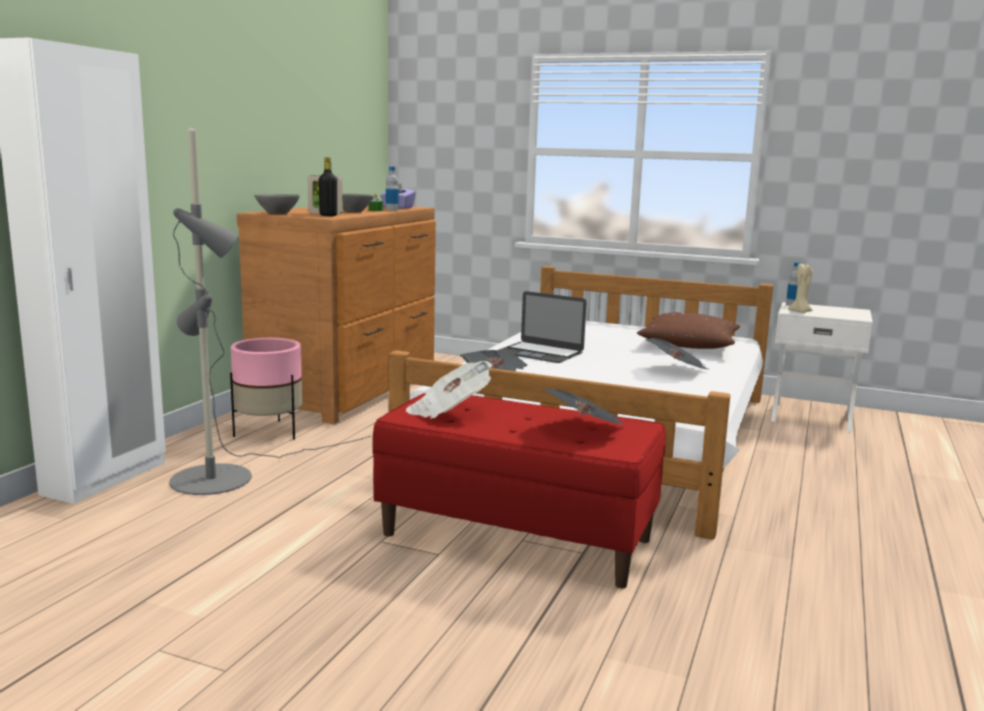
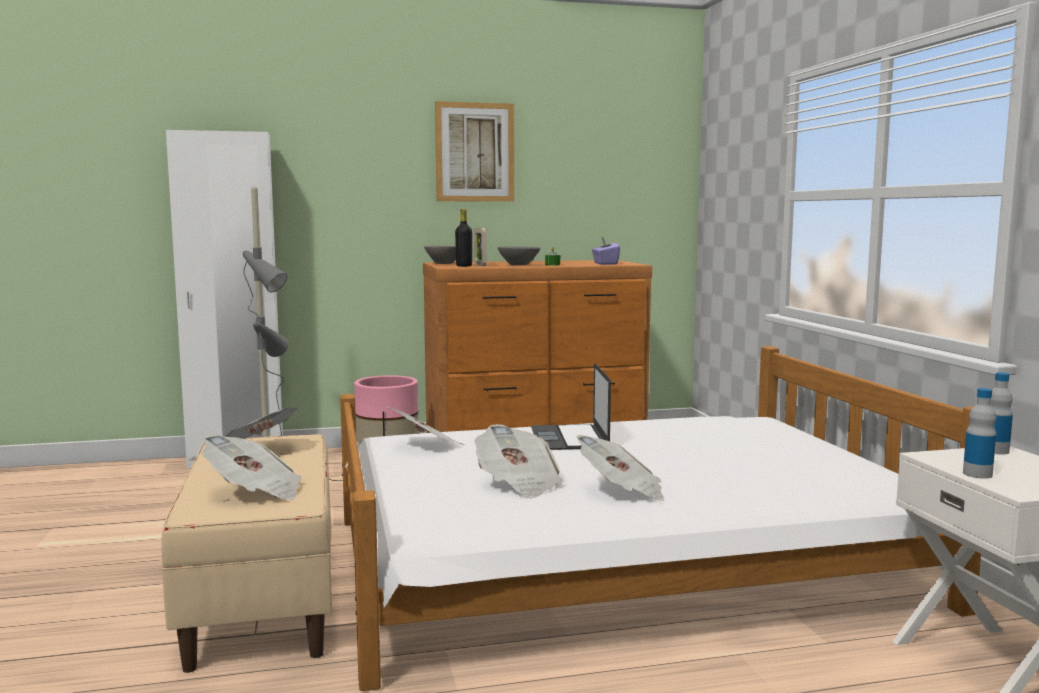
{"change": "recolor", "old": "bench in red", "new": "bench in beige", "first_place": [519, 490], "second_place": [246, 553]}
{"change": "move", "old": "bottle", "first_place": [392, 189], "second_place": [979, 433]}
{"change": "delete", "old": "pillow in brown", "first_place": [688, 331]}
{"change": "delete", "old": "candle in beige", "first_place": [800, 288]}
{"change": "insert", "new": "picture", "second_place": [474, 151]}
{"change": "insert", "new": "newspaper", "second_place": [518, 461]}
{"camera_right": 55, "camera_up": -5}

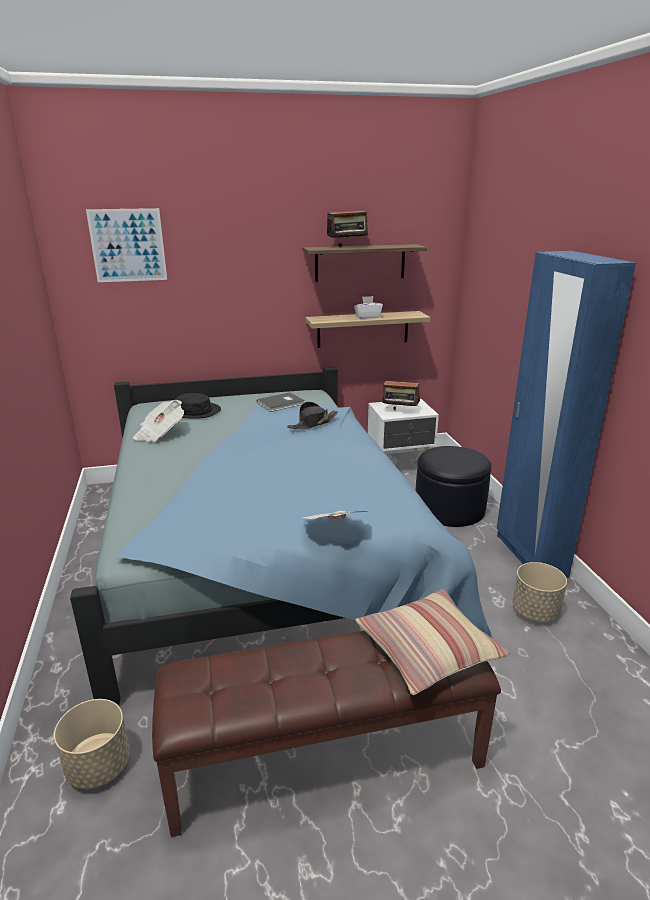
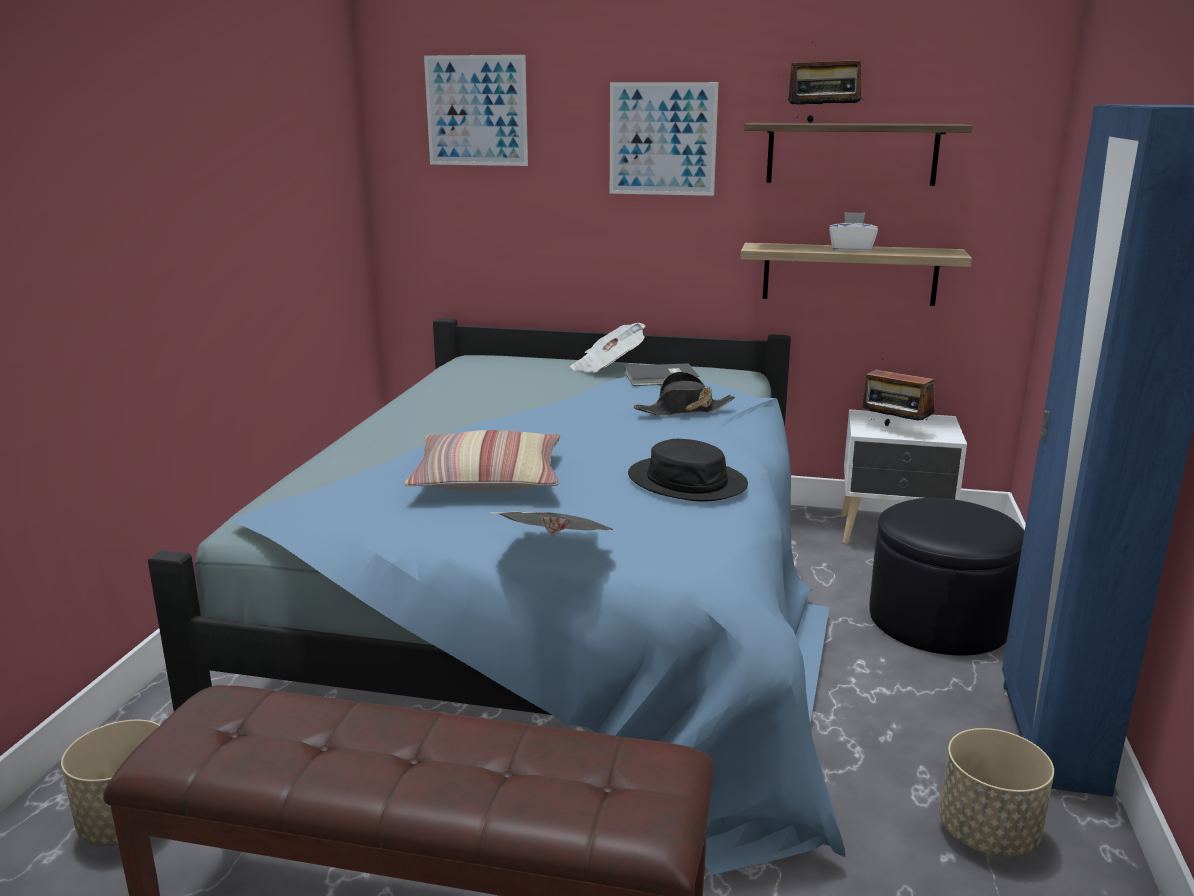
{"change": "move", "old": "newspaper", "first_place": [158, 421], "second_place": [608, 348]}
{"change": "move", "old": "hat in black", "first_place": [198, 406], "second_place": [688, 470]}
{"change": "move", "old": "pillow", "first_place": [433, 642], "second_place": [482, 461]}
{"change": "insert", "new": "picture", "second_place": [664, 139]}
{"camera_right": 25, "camera_up": -5}

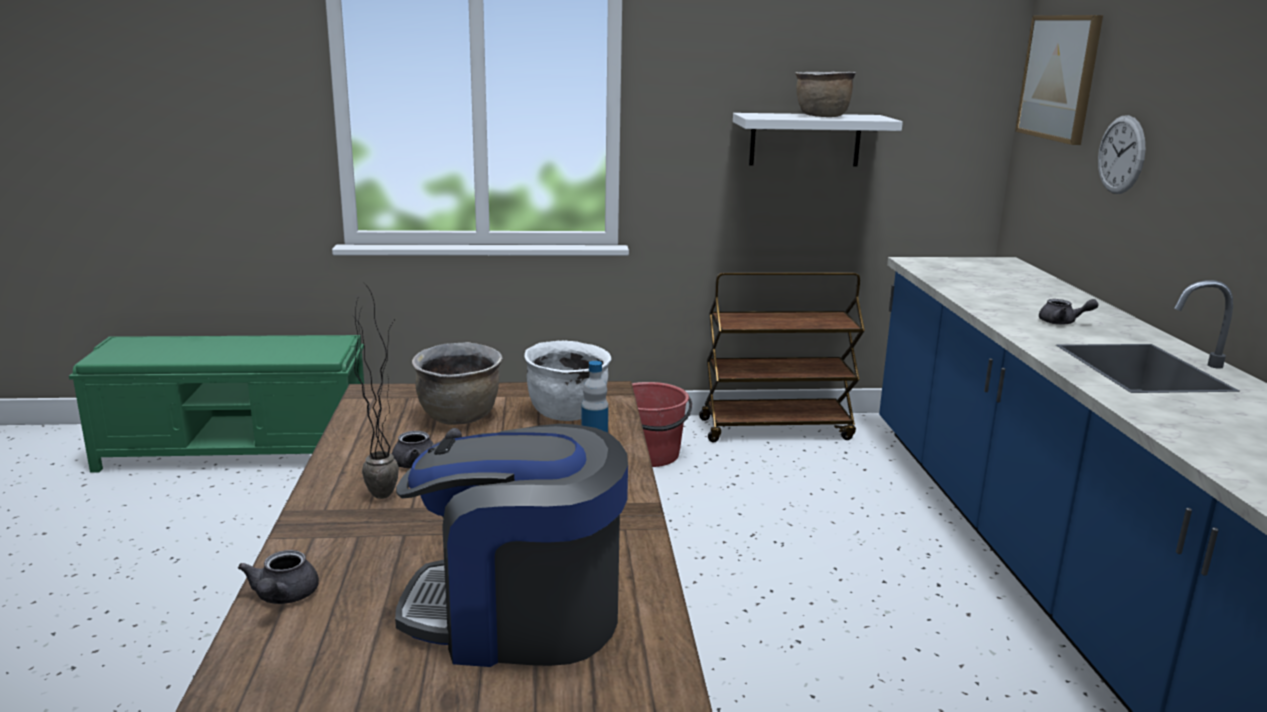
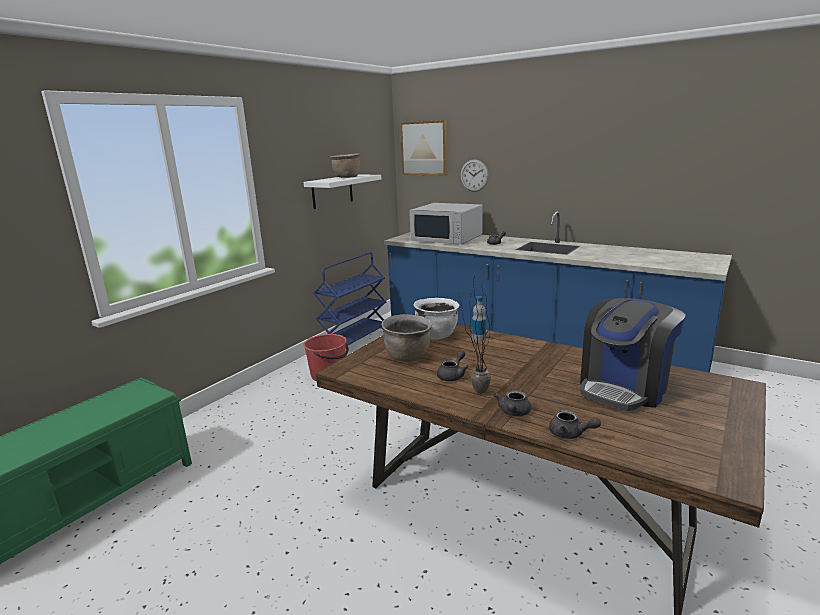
{"change": "recolor", "old": "cart in brown", "new": "cart in blue", "first_place": [782, 357], "second_place": [350, 298]}
{"change": "insert", "new": "microwave in white", "second_place": [446, 224]}
{"change": "insert", "new": "teapot in grey", "second_place": [512, 403]}
{"camera_right": -50, "camera_up": 0}

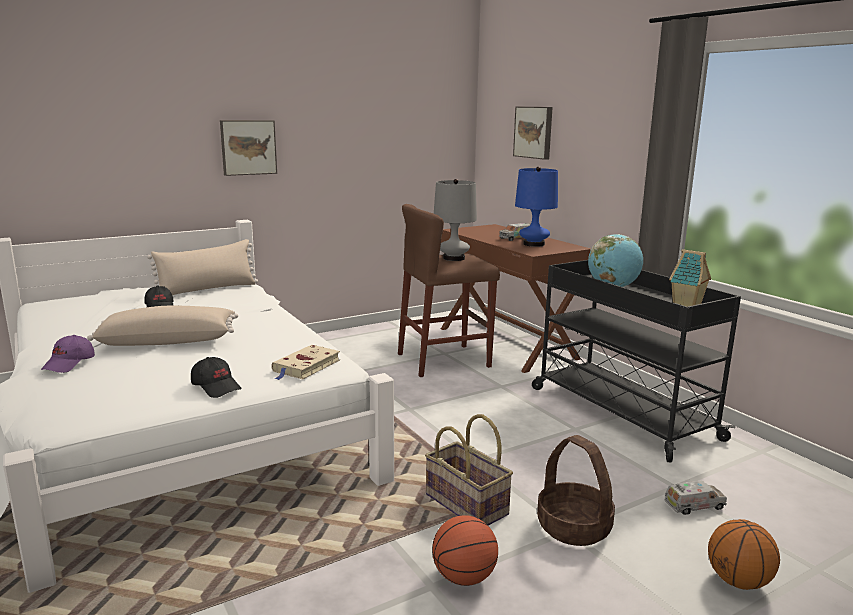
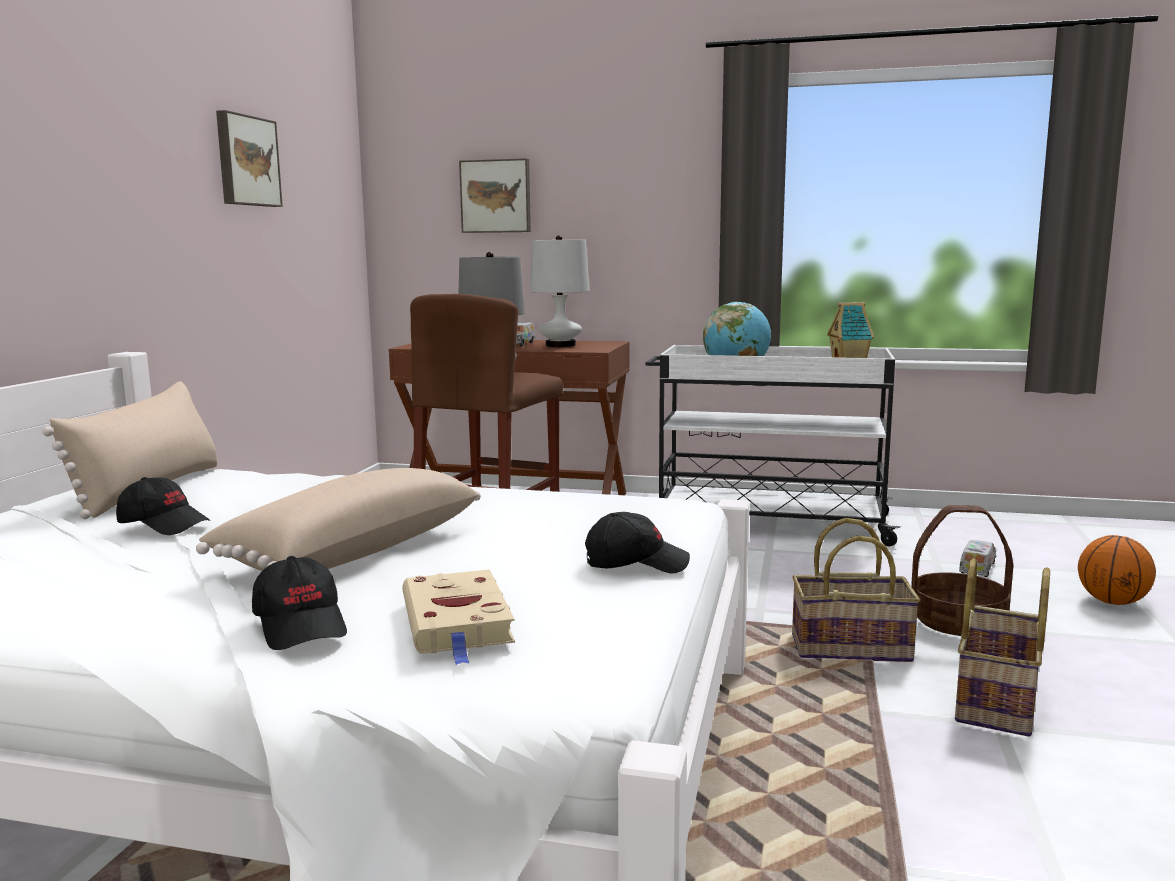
{"change": "recolor", "old": "cap in purple", "new": "cap in black", "first_place": [68, 354], "second_place": [299, 603]}
{"change": "move", "old": "picture", "first_place": [248, 148], "second_place": [249, 158]}
{"change": "move", "old": "book in beige", "first_place": [305, 362], "second_place": [458, 617]}
{"change": "replace", "old": "basketball", "new": "basket", "first_place": [465, 550], "second_place": [1002, 647]}
{"change": "recolor", "old": "table lamp in blue", "new": "table lamp in white", "first_place": [536, 207], "second_place": [559, 291]}
{"change": "recolor", "old": "cart in black", "new": "cart in white", "first_place": [636, 361], "second_place": [773, 445]}
{"camera_right": -45, "camera_up": -5}

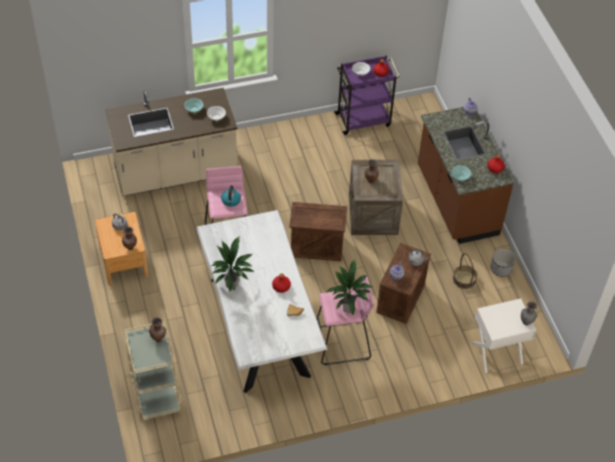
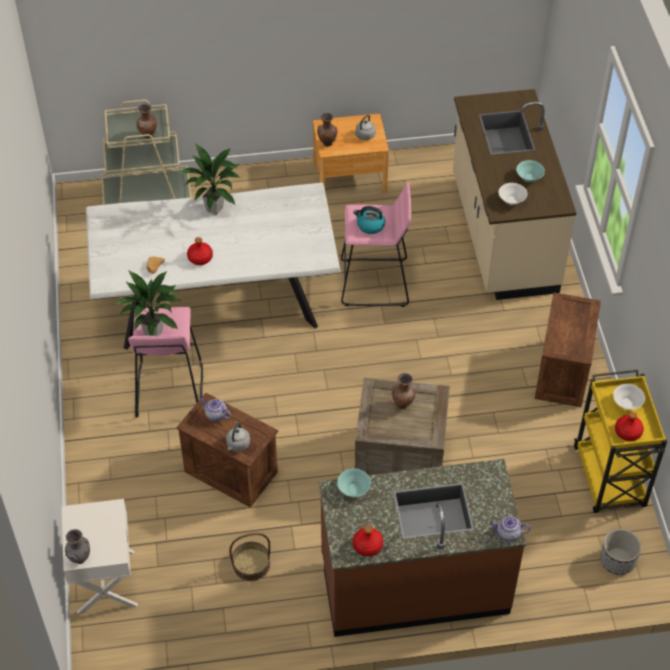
{"change": "move", "old": "crate", "first_place": [318, 231], "second_place": [568, 349]}
{"change": "recolor", "old": "cart in purple", "new": "cart in yellow", "first_place": [367, 95], "second_place": [620, 441]}
{"change": "move", "old": "planter", "first_place": [503, 263], "second_place": [620, 552]}
{"camera_right": 100, "camera_up": 0}

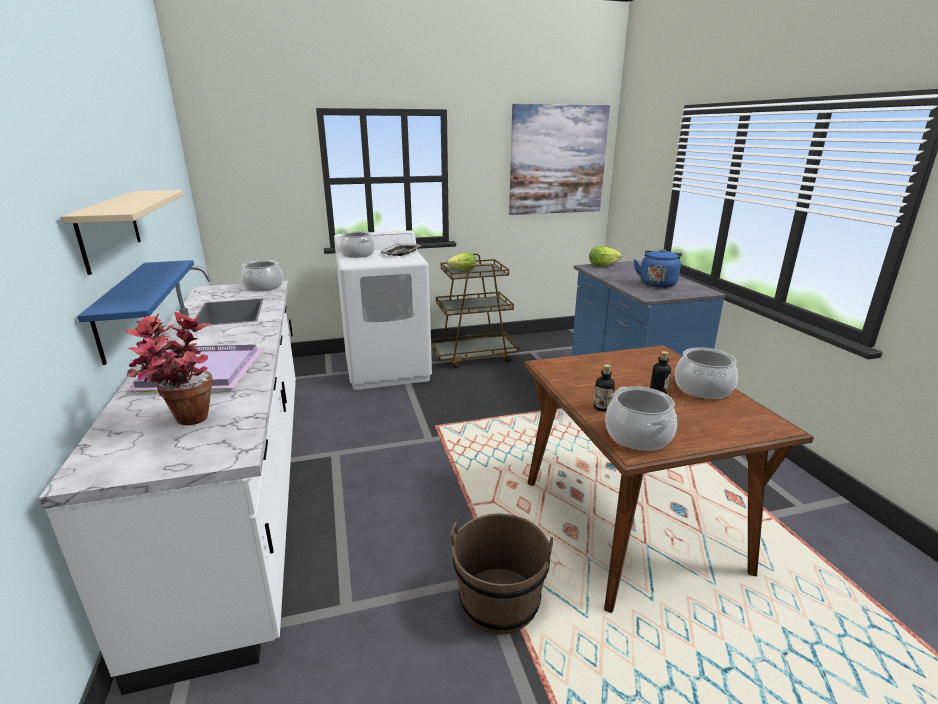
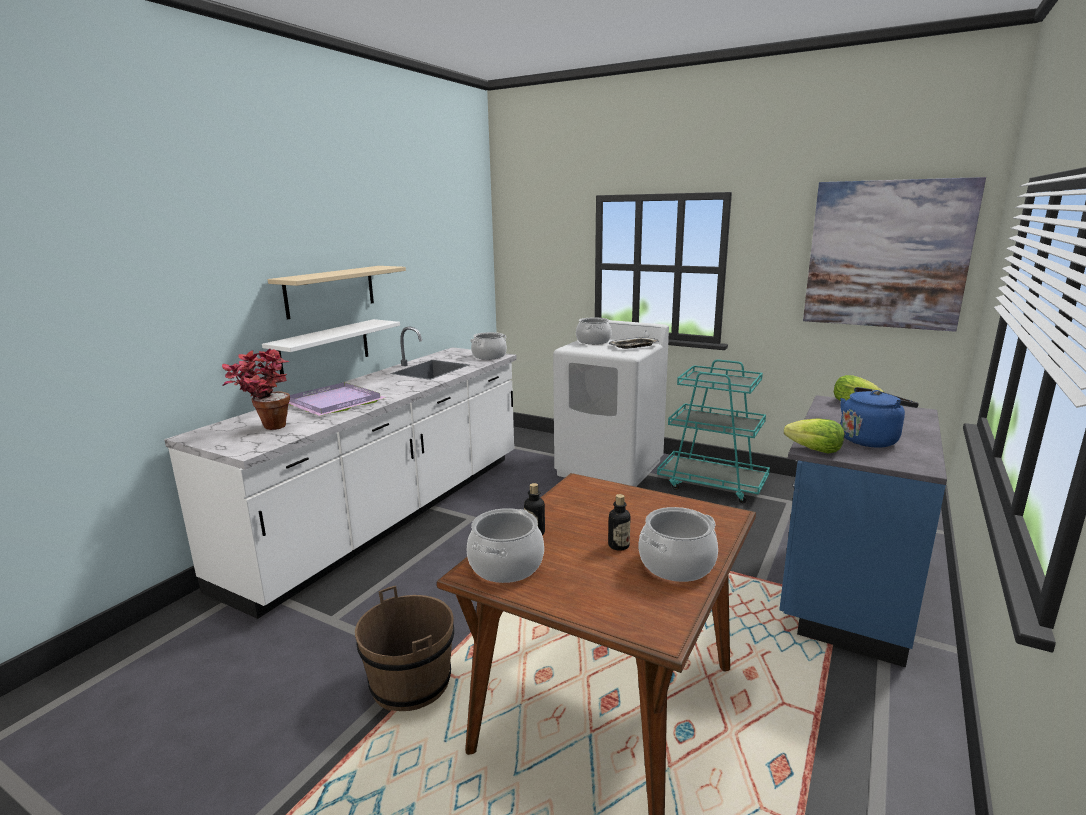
{"change": "recolor", "old": "shelf in blue", "new": "shelf in white", "first_place": [135, 312], "second_place": [331, 346]}
{"change": "recolor", "old": "cart in brown", "new": "cart in turquoise", "first_place": [475, 310], "second_place": [713, 431]}
{"change": "move", "old": "lettuce", "first_place": [461, 261], "second_place": [814, 436]}
{"camera_right": 45, "camera_up": -5}

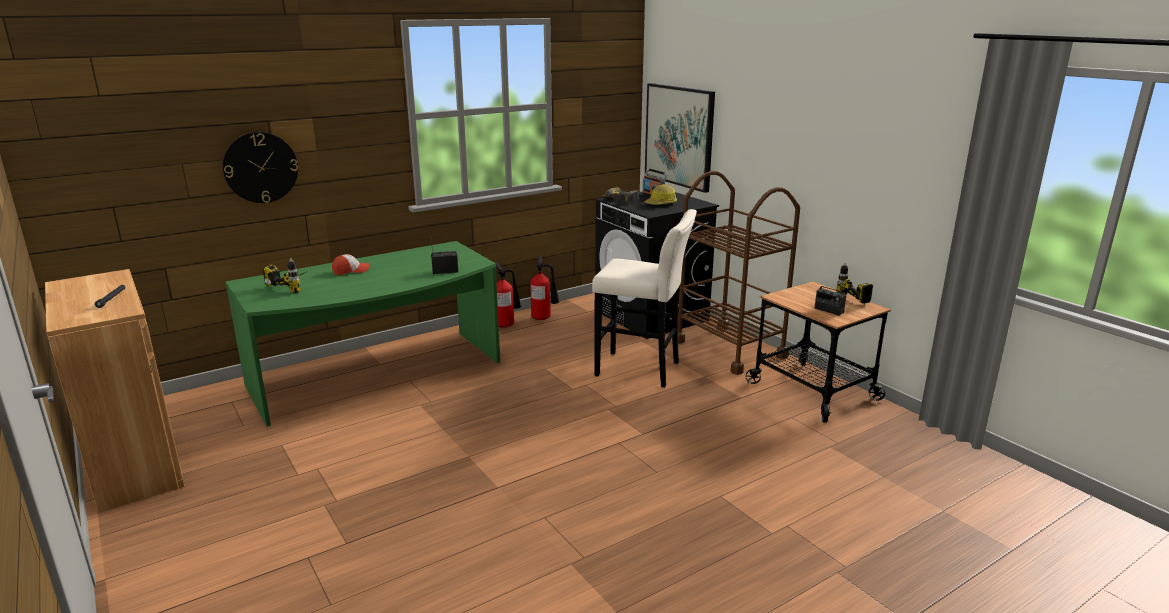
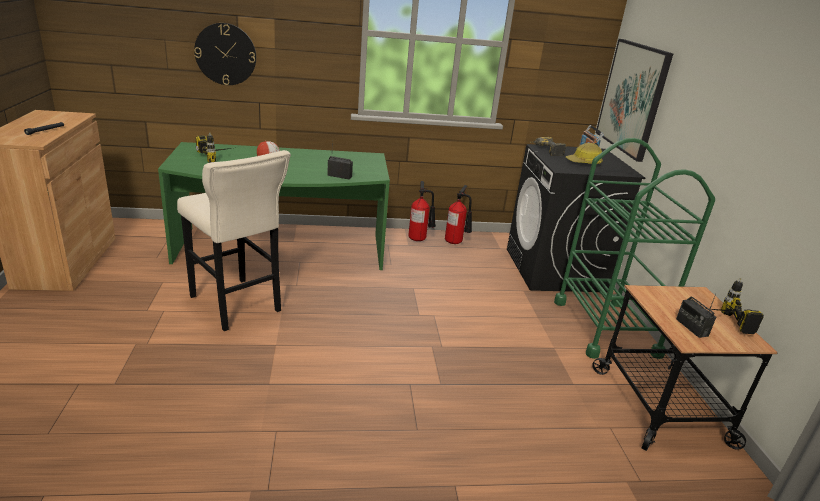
{"change": "move", "old": "stool in beige", "first_place": [644, 298], "second_place": [234, 240]}
{"change": "recolor", "old": "cart in brown", "new": "cart in green", "first_place": [739, 273], "second_place": [634, 248]}
{"camera_right": 25, "camera_up": 5}

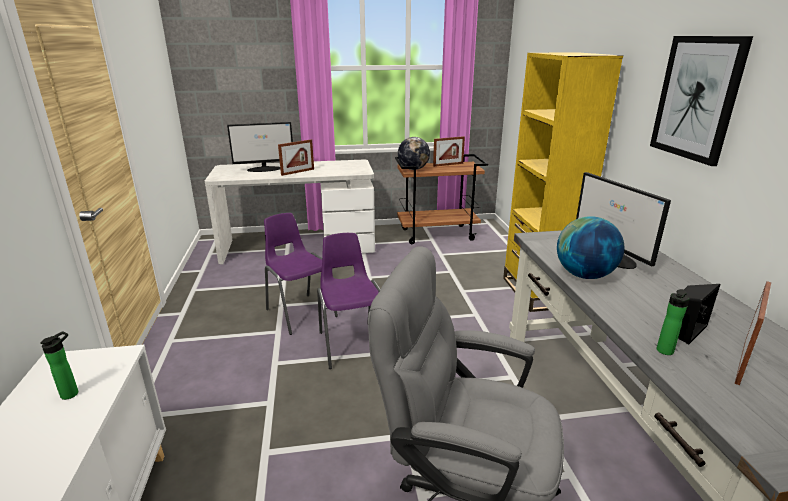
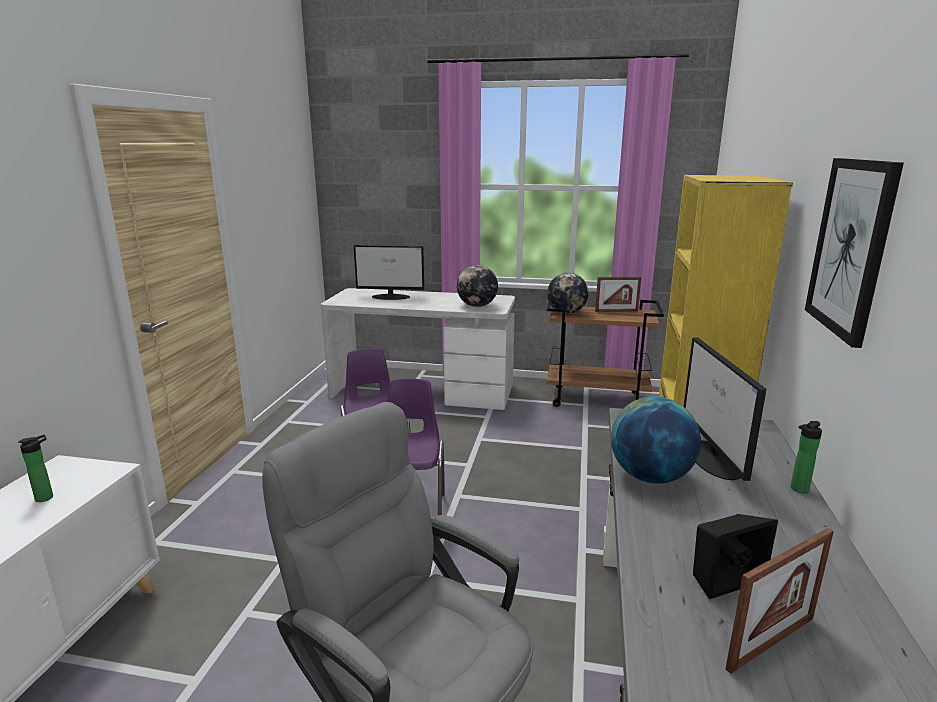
{"change": "delete", "old": "picture frame", "first_place": [296, 157]}
{"change": "move", "old": "bottle", "first_place": [673, 322], "second_place": [806, 457]}
{"change": "insert", "new": "globe", "second_place": [477, 286]}
{"camera_right": 20, "camera_up": -5}

